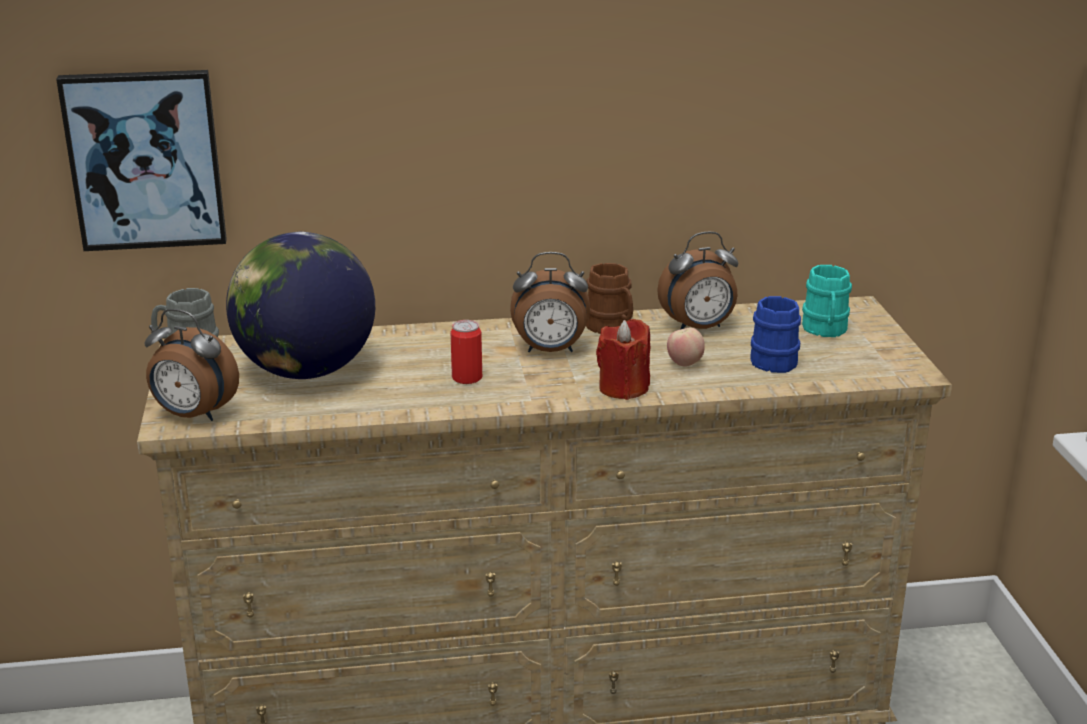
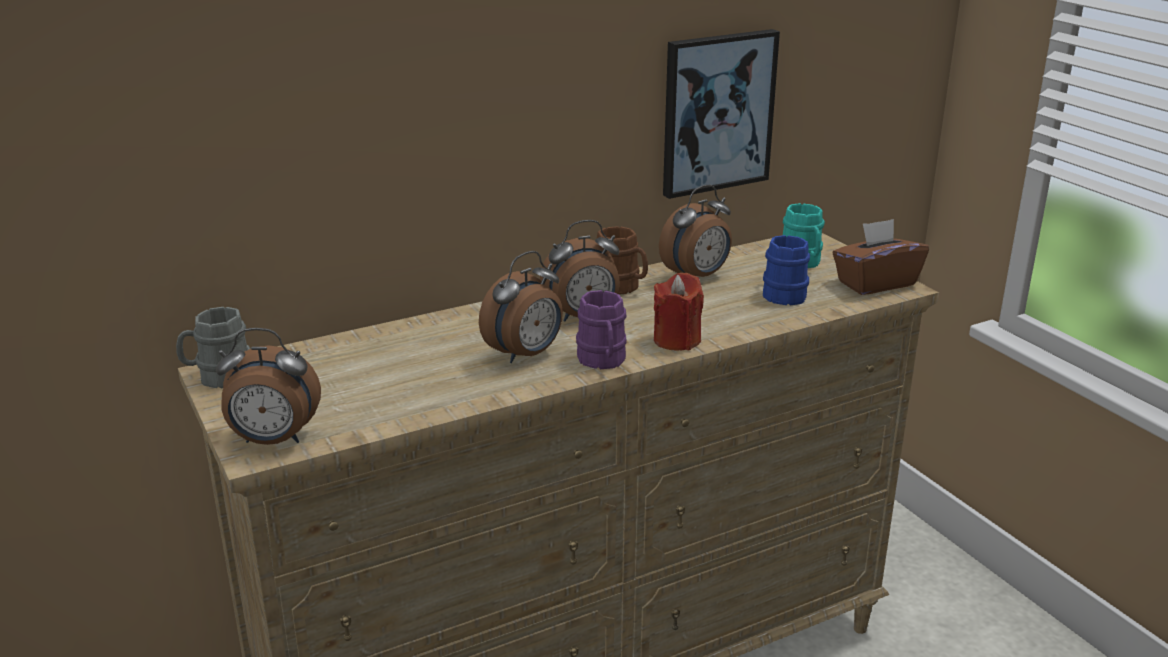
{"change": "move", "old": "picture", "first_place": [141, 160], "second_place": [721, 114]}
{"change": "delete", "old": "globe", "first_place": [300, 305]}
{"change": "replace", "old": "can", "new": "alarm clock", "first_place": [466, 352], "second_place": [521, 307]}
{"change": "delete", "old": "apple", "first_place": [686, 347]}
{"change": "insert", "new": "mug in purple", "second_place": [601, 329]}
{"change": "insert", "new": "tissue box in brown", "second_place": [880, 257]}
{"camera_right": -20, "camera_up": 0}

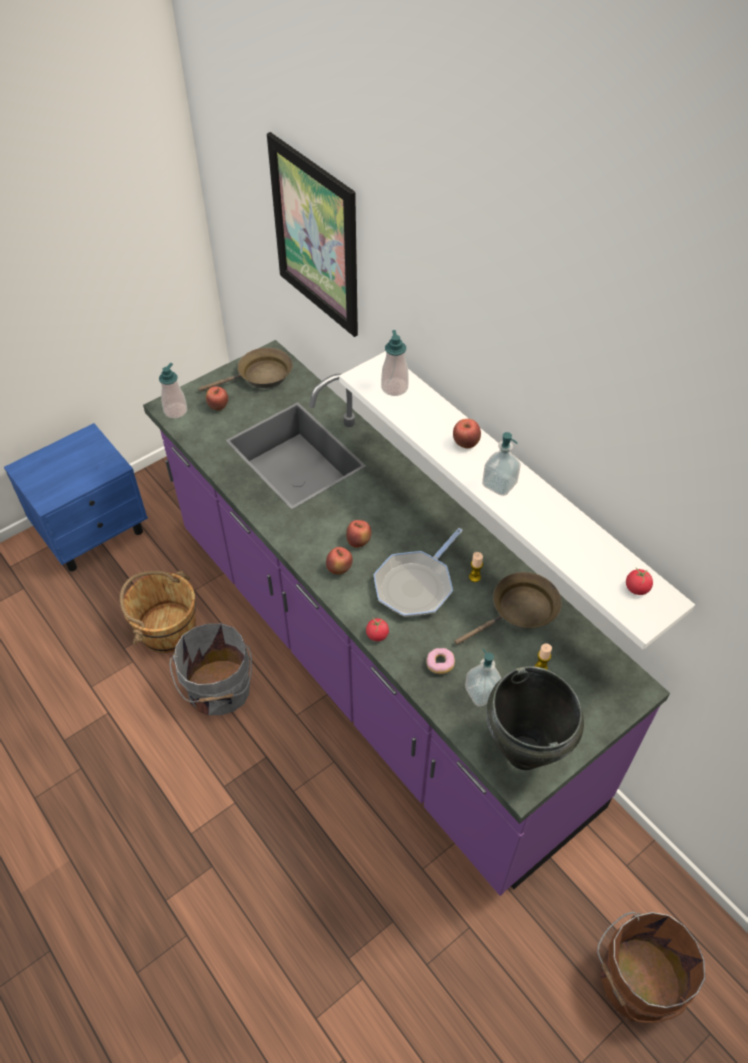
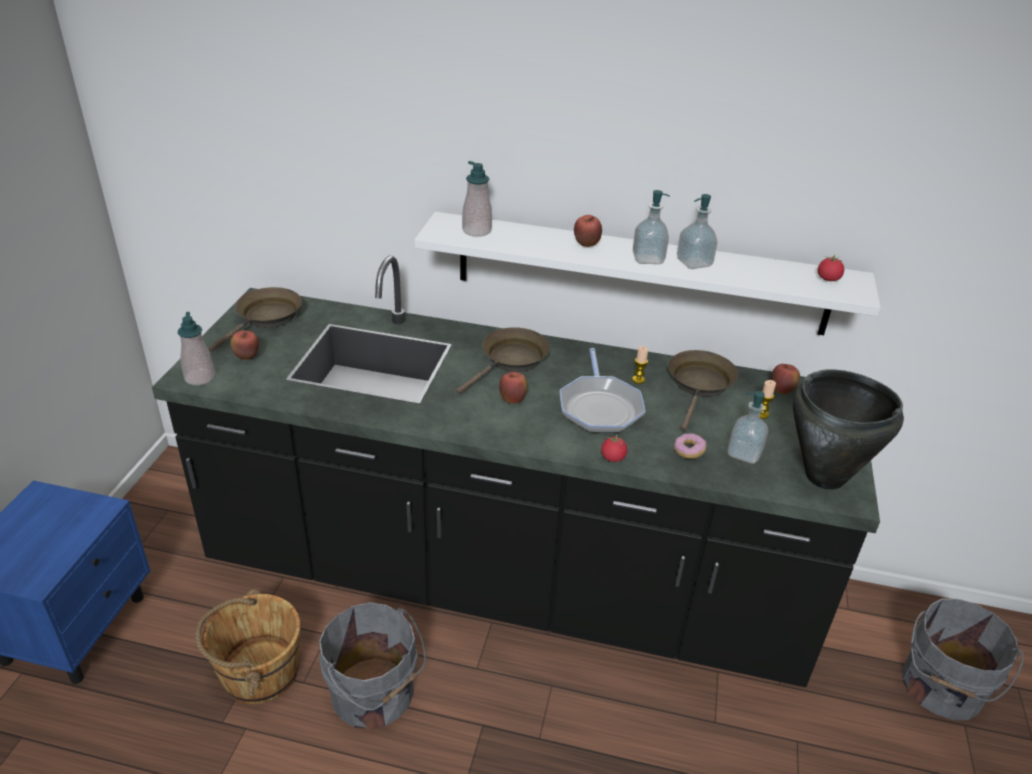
{"change": "recolor", "old": "counter in purple", "new": "counter in black", "first_place": [406, 618], "second_place": [516, 471]}
{"change": "delete", "old": "picture", "first_place": [312, 234]}
{"change": "move", "old": "apple", "first_place": [339, 560], "second_place": [785, 379]}
{"change": "recolor", "old": "bucket in brown", "new": "bucket in grey", "first_place": [651, 967], "second_place": [963, 659]}
{"change": "insert", "new": "frying pan in brown", "second_place": [503, 360]}
{"change": "insert", "new": "soap dispenser", "second_place": [697, 231]}
{"camera_right": -40, "camera_up": -15}

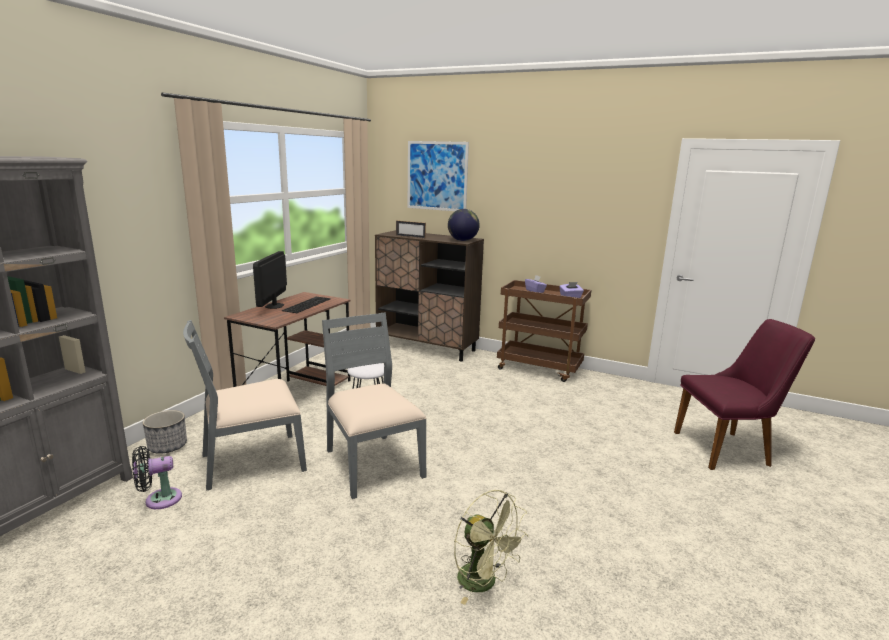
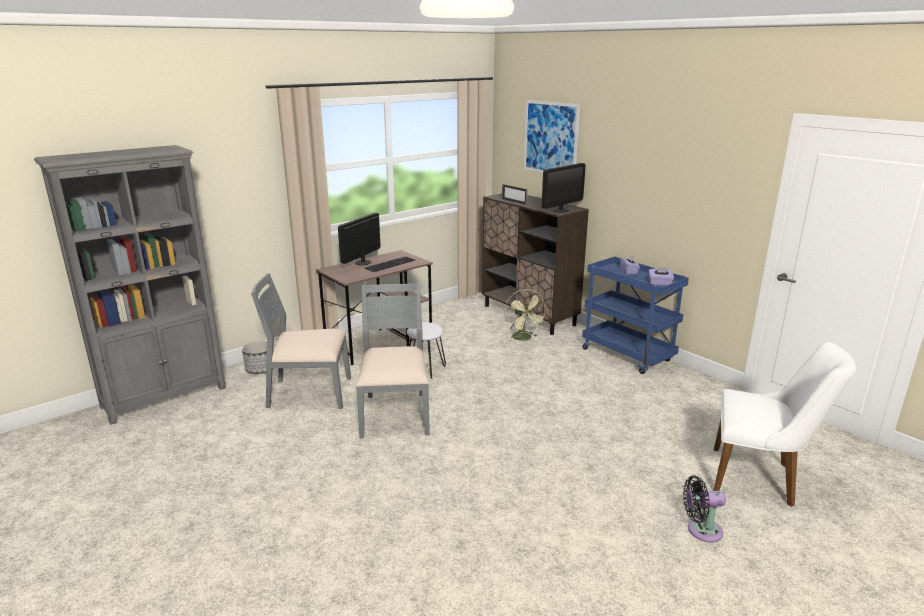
{"change": "move", "old": "fan in black", "first_place": [157, 477], "second_place": [704, 509]}
{"change": "replace", "old": "globe", "new": "monitor", "first_place": [464, 225], "second_place": [564, 188]}
{"change": "move", "old": "fan in green", "first_place": [491, 547], "second_place": [525, 315]}
{"change": "recolor", "old": "cart in brown", "new": "cart in blue", "first_place": [544, 331], "second_place": [635, 315]}
{"change": "recolor", "old": "chair in purple", "new": "chair in white", "first_place": [744, 394], "second_place": [784, 424]}
{"camera_right": 25, "camera_up": 5}

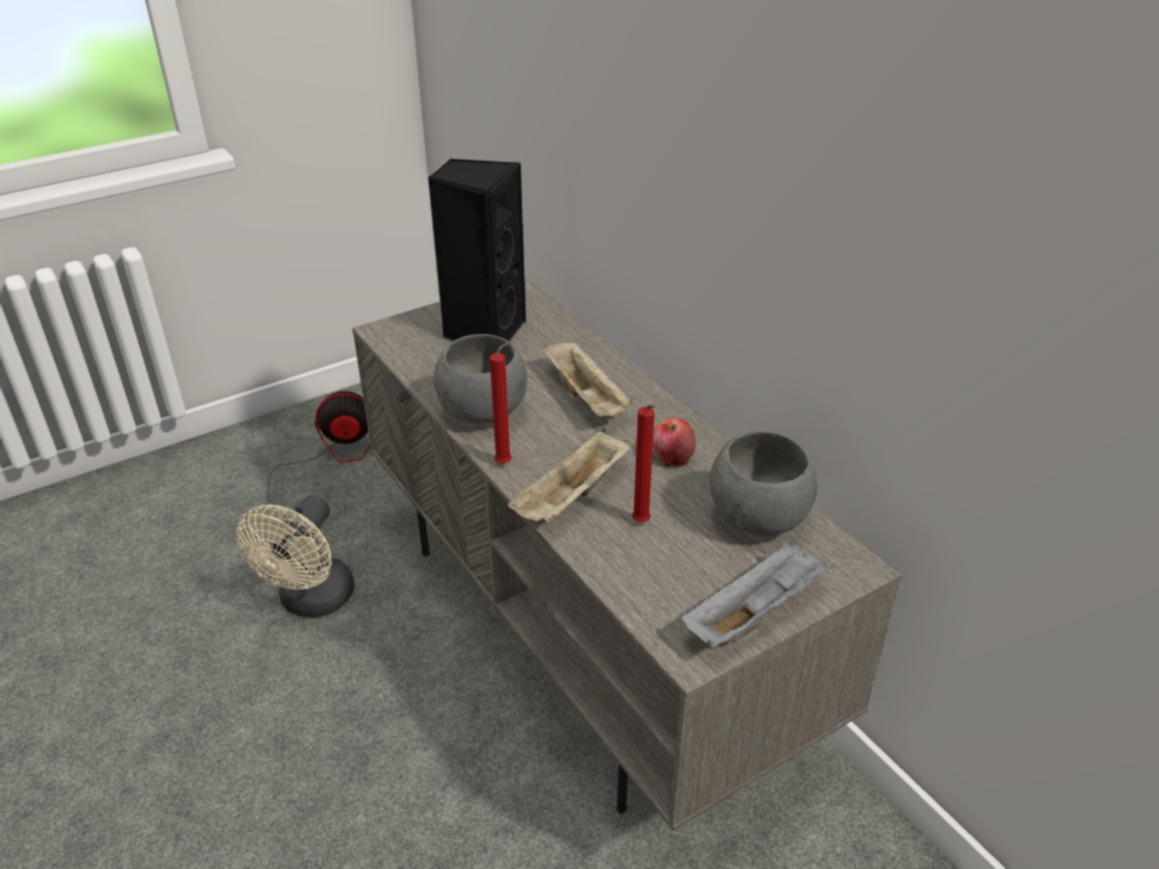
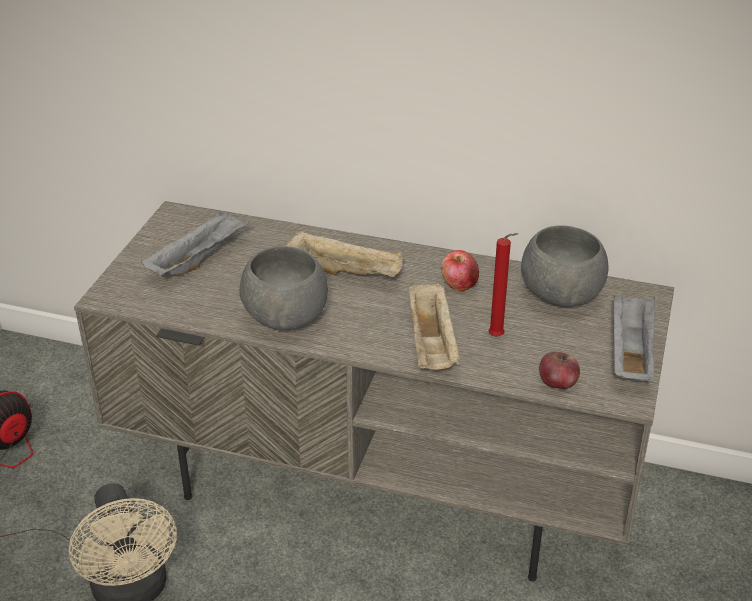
{"change": "replace", "old": "speaker in black", "new": "tray in grey", "first_place": [477, 250], "second_place": [195, 243]}
{"change": "delete", "old": "candle in red", "first_place": [501, 402]}
{"change": "insert", "new": "apple", "second_place": [559, 370]}
{"camera_right": -40, "camera_up": 0}

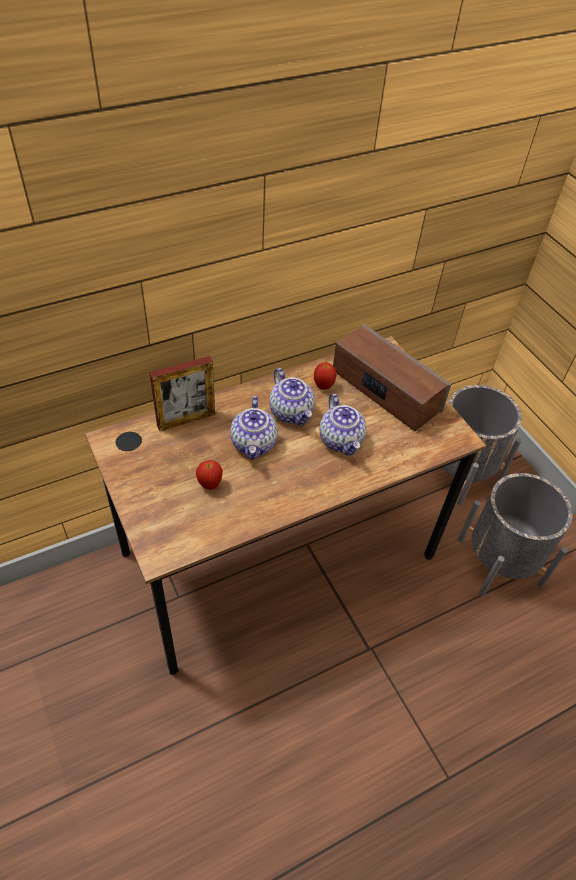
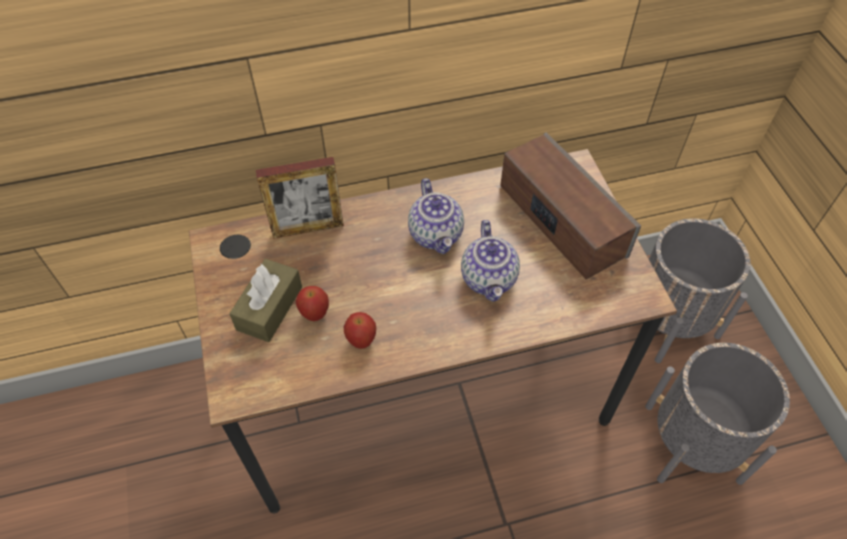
{"change": "delete", "old": "teapot", "first_place": [253, 428]}
{"change": "move", "old": "apple", "first_place": [325, 376], "second_place": [360, 330]}
{"change": "insert", "new": "tissue box in brown", "second_place": [265, 300]}
{"camera_right": 15, "camera_up": 5}

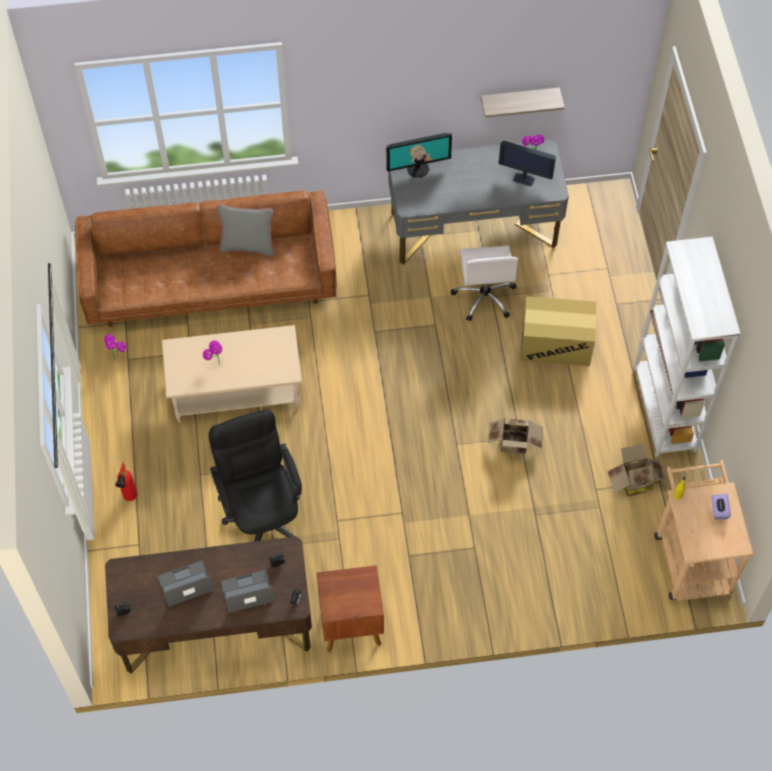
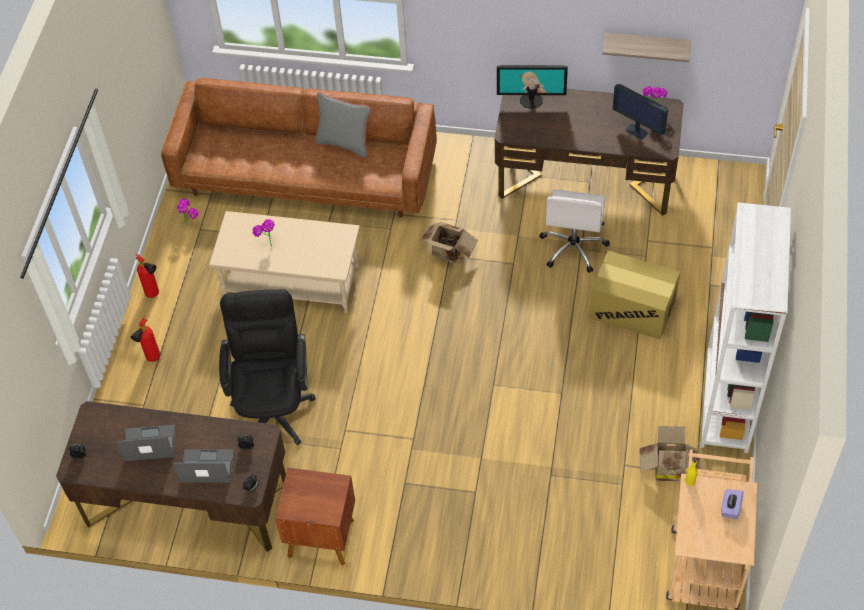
{"change": "recolor", "old": "desk in grey", "new": "desk in brown", "first_place": [478, 202], "second_place": [588, 152]}
{"change": "move", "old": "cardboard box", "first_place": [515, 436], "second_place": [448, 242]}
{"change": "insert", "new": "fire extinguisher", "second_place": [147, 276]}
{"camera_right": 20, "camera_up": -5}

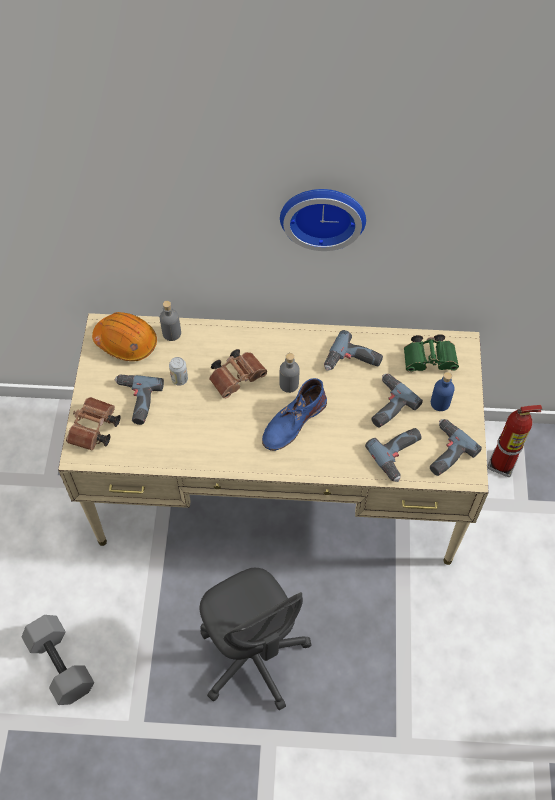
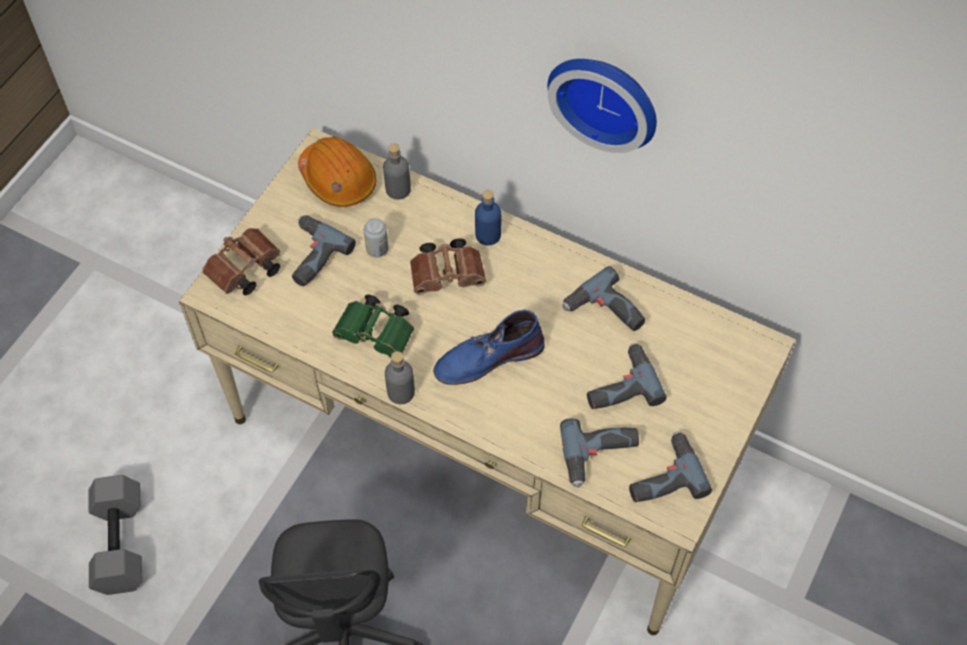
{"change": "move", "old": "bottle in grey", "first_place": [289, 373], "second_place": [400, 377]}
{"change": "move", "old": "binoculars in green", "first_place": [431, 353], "second_place": [373, 326]}
{"change": "move", "old": "bottle in blue", "first_place": [443, 391], "second_place": [488, 217]}
{"change": "delete", "old": "fire extinguisher", "first_place": [514, 441]}
{"camera_right": 25, "camera_up": 0}

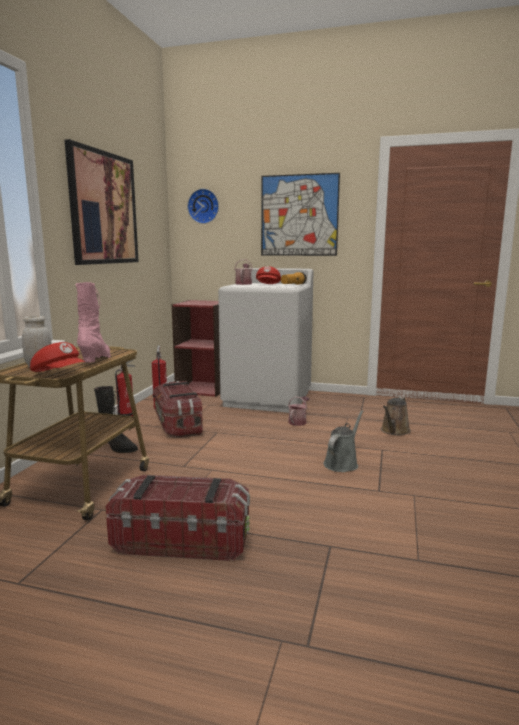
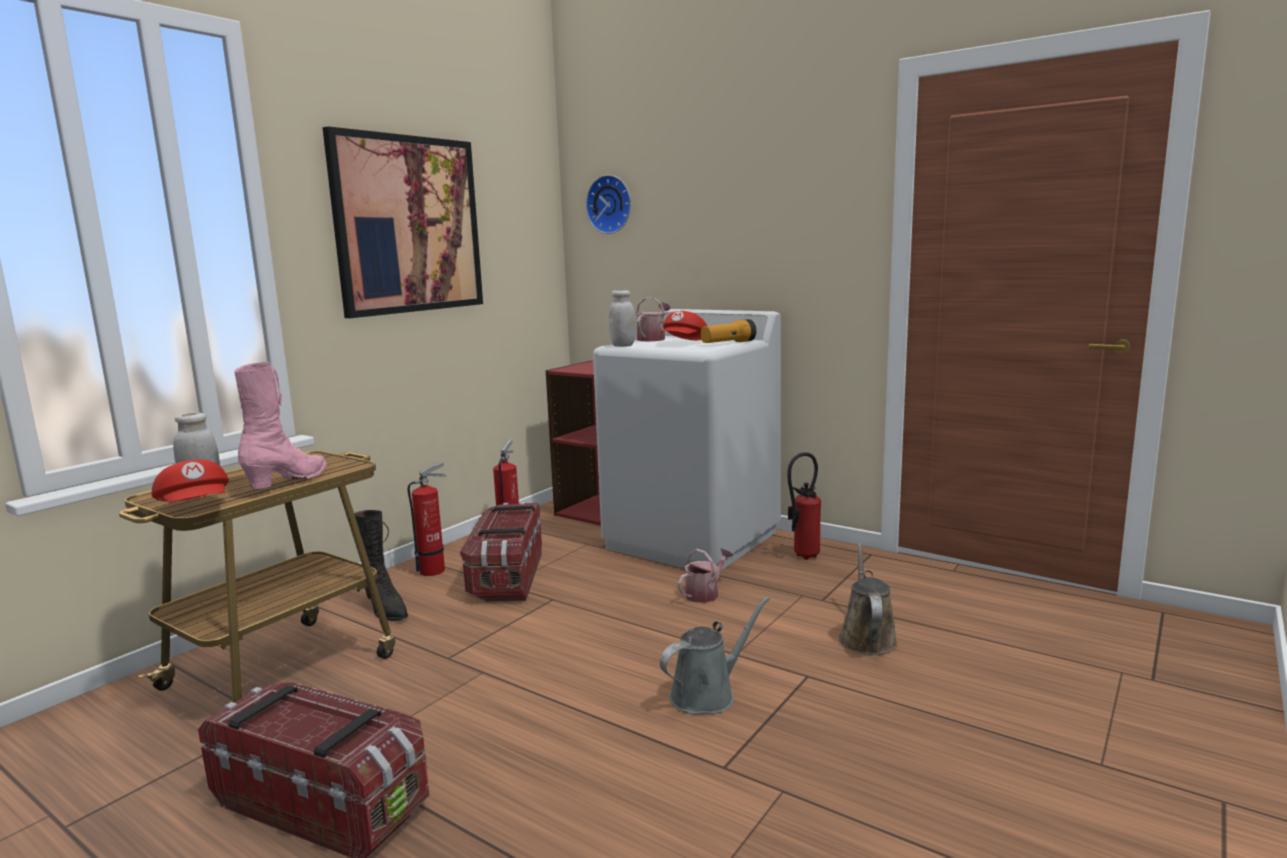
{"change": "delete", "old": "picture", "first_place": [300, 214]}
{"change": "rotate", "old": "watering can in brown", "first_place": [396, 416], "second_place": [868, 599], "degrees": 135}
{"change": "insert", "new": "jar in white", "second_place": [622, 318]}
{"change": "insert", "new": "fire extinguisher", "second_place": [804, 506]}
{"camera_right": 20, "camera_up": 0}

